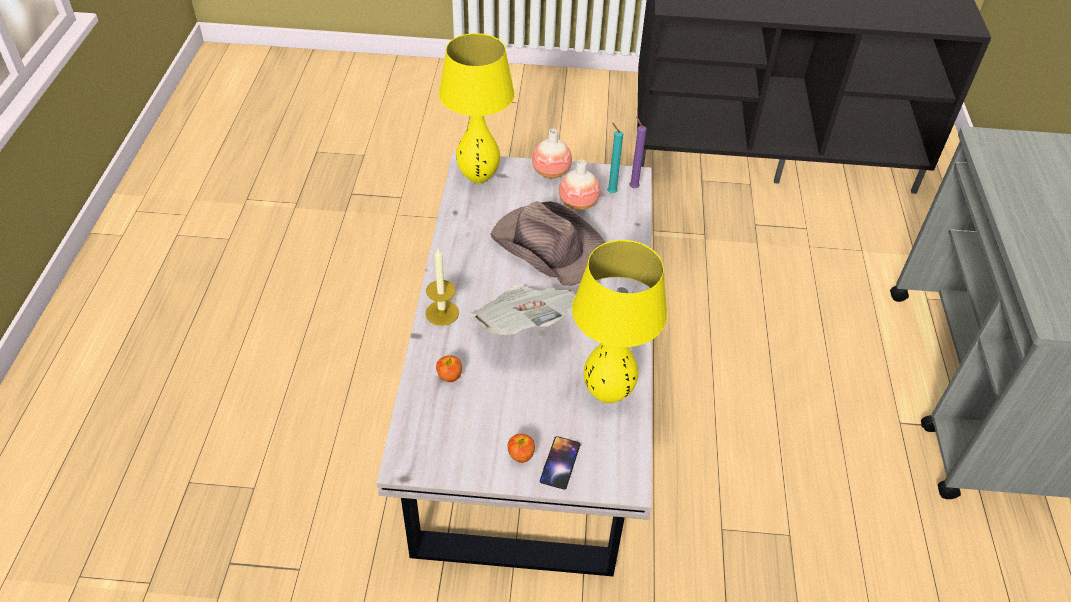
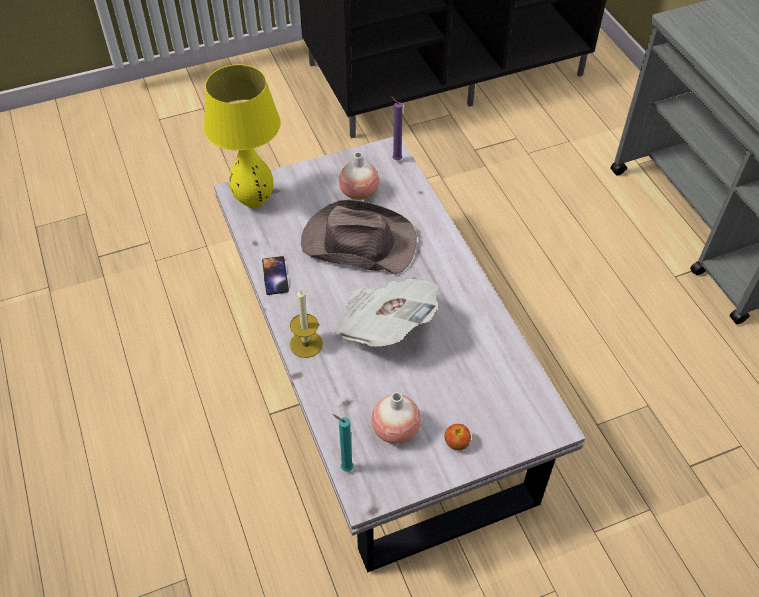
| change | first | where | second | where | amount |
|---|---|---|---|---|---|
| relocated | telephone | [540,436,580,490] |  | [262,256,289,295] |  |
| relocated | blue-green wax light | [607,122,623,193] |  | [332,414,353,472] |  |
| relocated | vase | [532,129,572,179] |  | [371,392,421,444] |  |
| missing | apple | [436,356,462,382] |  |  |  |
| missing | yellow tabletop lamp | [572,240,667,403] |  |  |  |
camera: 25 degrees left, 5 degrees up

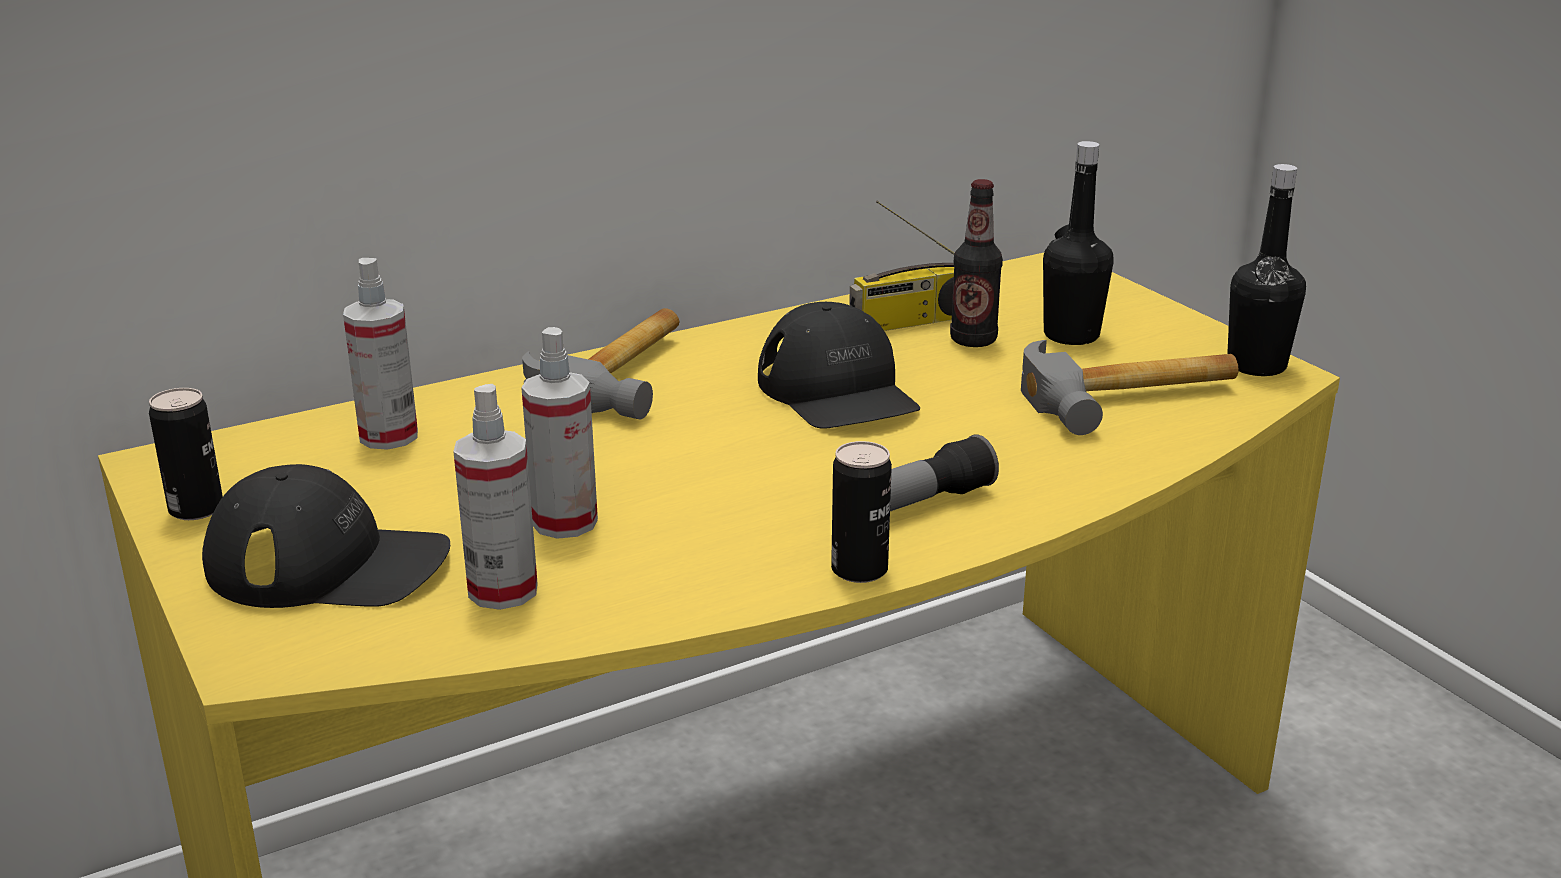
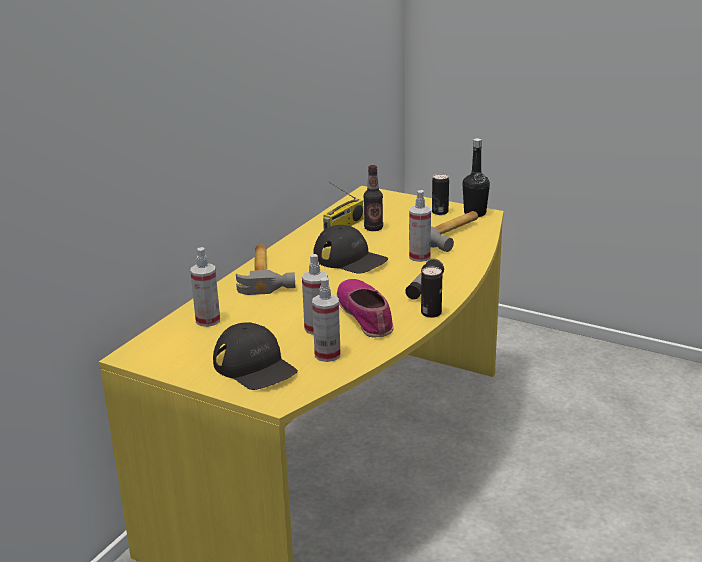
| change | first | where | second | where | amount |
|---|---|---|---|---|---|
| spun | black cap | [202,464,450,608] |  | [213,322,298,390] | 75 degrees clockwise |
| appeared |  |  | shoe | [337,279,394,337] |  |
| appeared |  |  | spray bottle | [409,190,431,262] |  |
| relocated | sealed can | [149,388,223,520] |  | [432,174,449,215] |  |
| missing | black beverage bottle | [1043,141,1113,345] |  |  |  |
camera: 30 degrees left, 0 degrees up

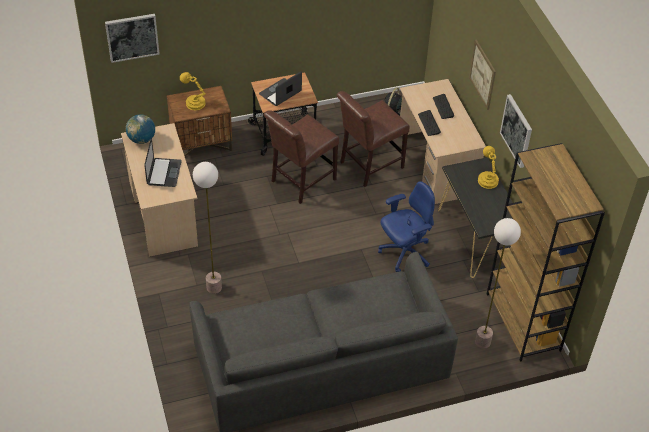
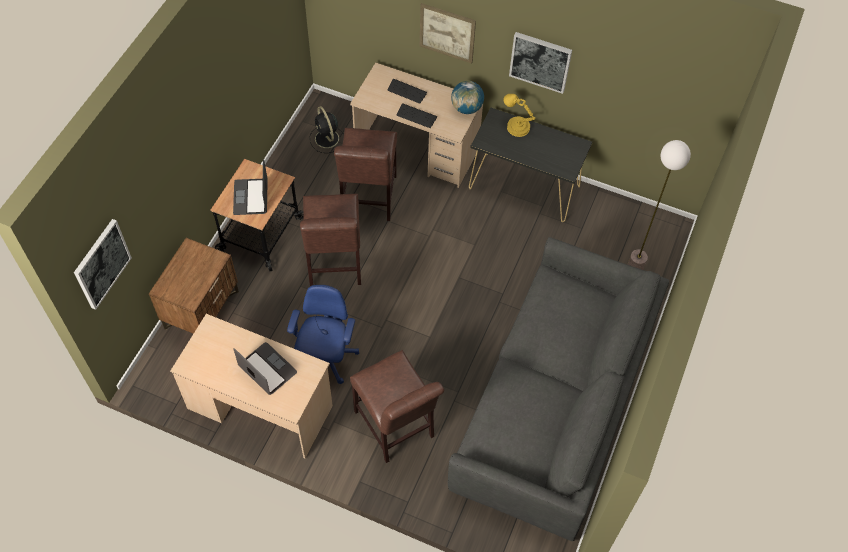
| change | first | where | second | where | amount |
|---|---|---|---|---|---|
| relocated | blue computer chair | [378,182,435,272] |  | [287,285,359,384] |  |
| exchanged | standing lamp | [193,162,222,294] | brown plain chair | [350,350,444,463] |  |
| relocated | globe | [126,114,155,144] |  | [451,81,484,114] |  |
| missing | yellow tabletop lamp | [180,72,206,110] |  |  |  |
| missing | brown bookshelf | [487,143,605,362] |  |  |  |
camera: 50 degrees left, 10 degrees up

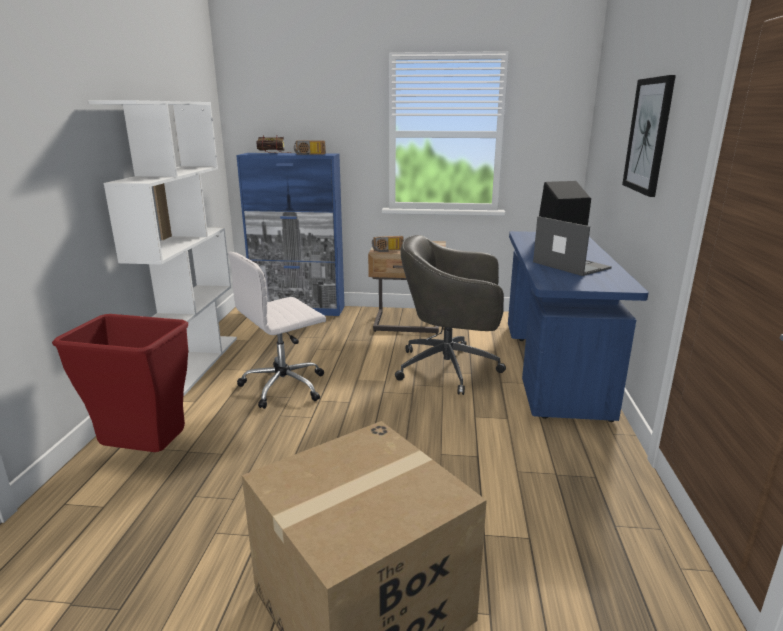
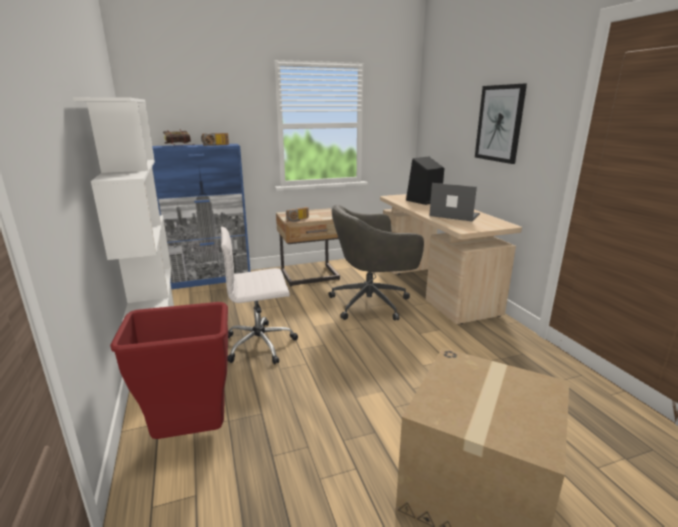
| change | first | where | second | where | amount |
|---|---|---|---|---|---|
| spun | white computer chair | [228,252,326,409] |  | [221,226,298,365] | 45 degrees clockwise |
| colour | blue desk table | [508,231,649,422] | sand-coloured desk table | [380,194,522,324] |  |
camera: 25 degrees left, 0 degrees up

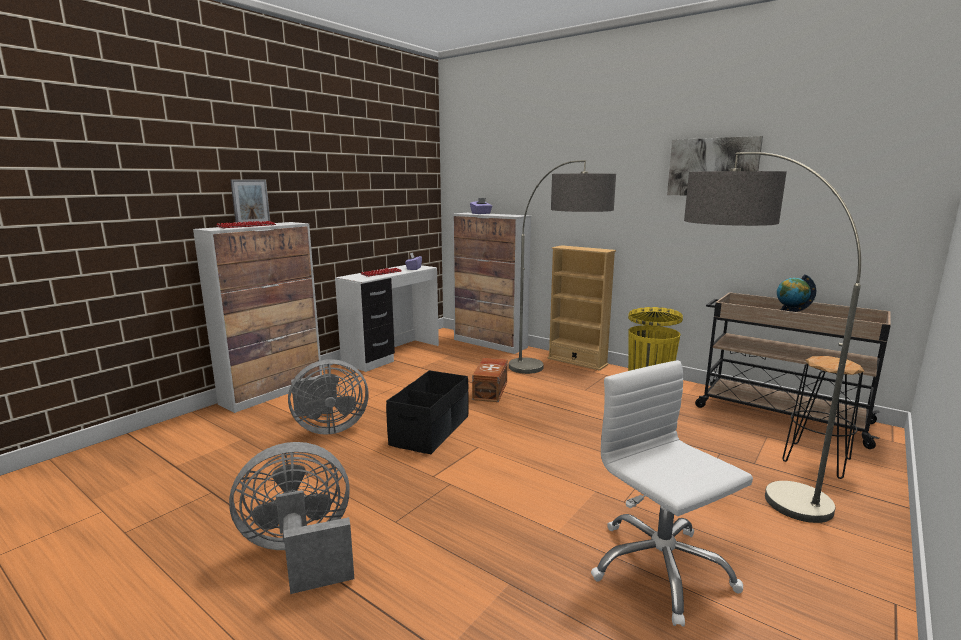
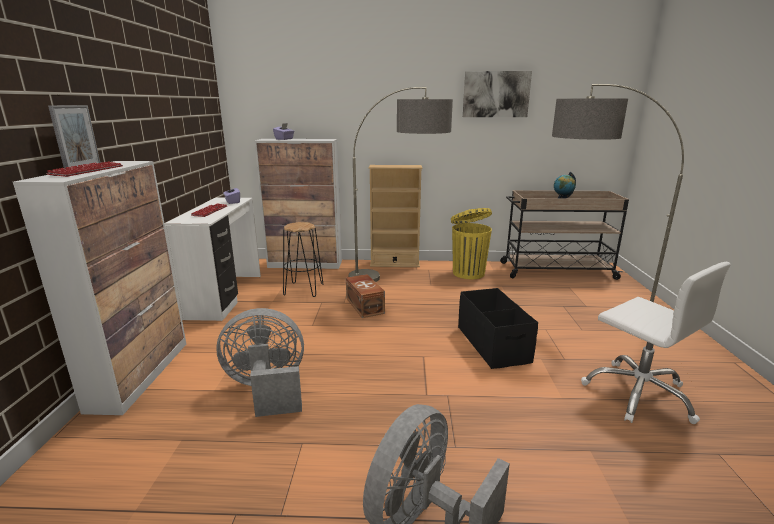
| change | first | where | second | where | amount |
|---|---|---|---|---|---|
| spun | grey fan | [288,359,369,435] |  | [216,308,304,417] | 135 degrees counterclockwise |
| relocated | black stool seat | [782,356,865,479] |  | [283,222,323,297] |  |
| relocated | black storage box | [386,370,469,454] |  | [458,288,538,369] |  |
| spun | white computer chair | [591,360,753,627] |  | [581,262,731,424] | 150 degrees counterclockwise |
camera: 35 degrees left, 5 degrees up

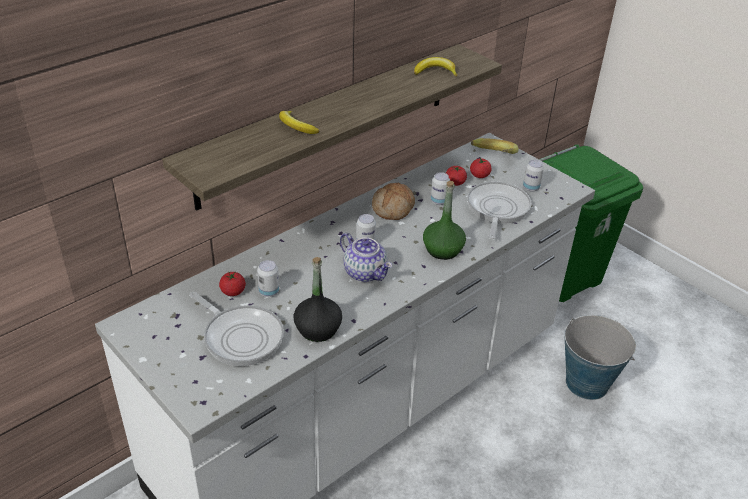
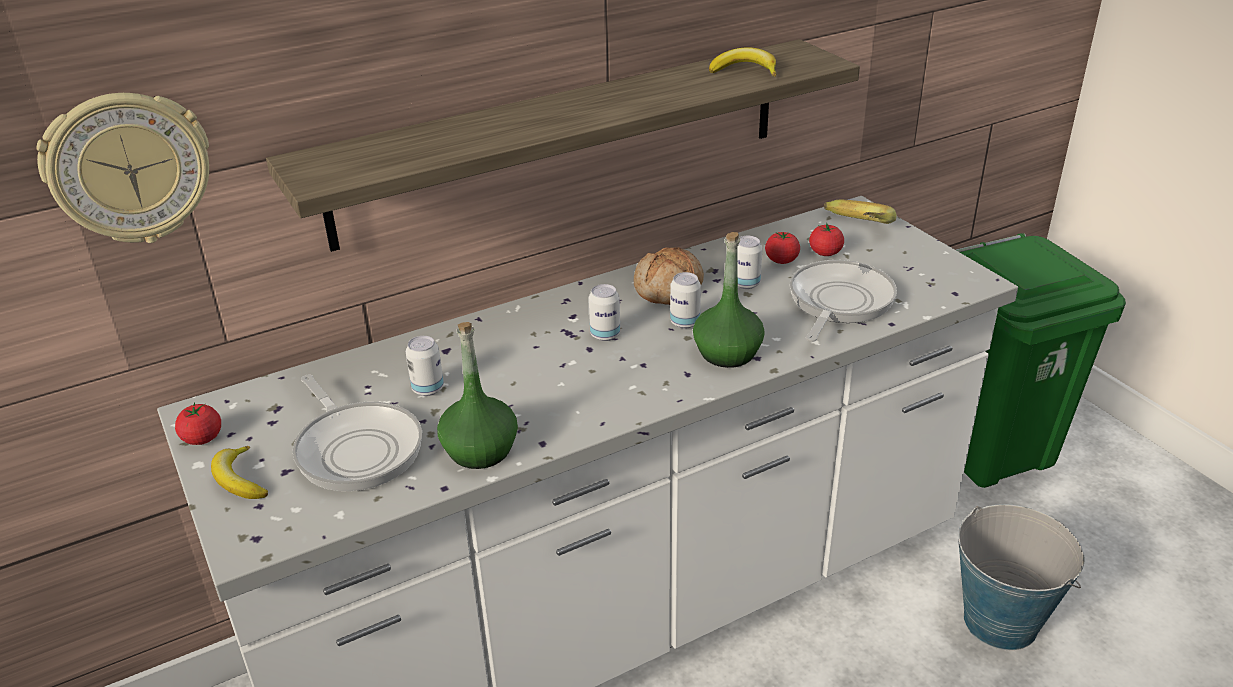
| change | first | where | second | where | amount |
|---|---|---|---|---|---|
| appeared |  |  | clock on the wall | [36,93,209,243] |  |
| relocated | whole tomato | [219,271,246,296] |  | [175,402,221,445] |  |
| relocated | whole banana | [279,111,319,134] |  | [211,446,268,499] |  |
| colour | black beverage bottle | [293,257,342,342] | greenish beverage bottle | [437,322,518,469] |  |
| relocated | sealed can | [523,160,544,192] |  | [670,272,701,329] |  |
| missing | teapot | [340,233,392,282] |  |  |  |
camera: 15 degrees right, 5 degrees down

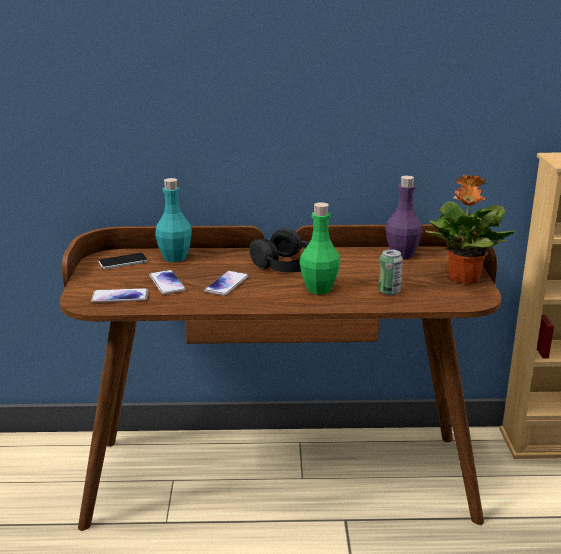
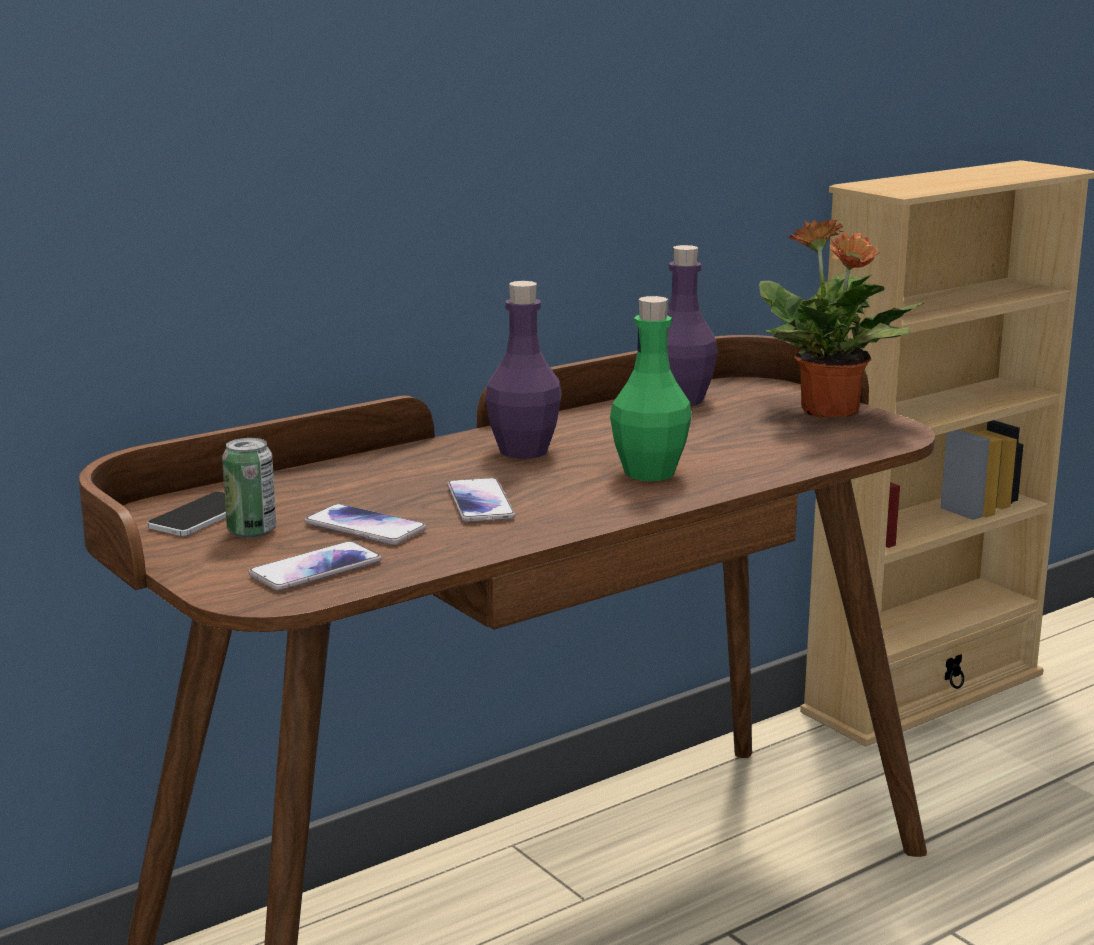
| change | first | where | second | where | amount |
|---|---|---|---|---|---|
| relocated | sealed can | [378,249,403,295] |  | [222,438,276,538] |  |
| exchanged | black headphones | [249,228,310,272] | purple beverage bottle | [485,281,562,459] |  |
| missing | blue-green beverage bottle | [155,178,192,262] |  |  |  |
camera: 35 degrees left, 5 degrees down

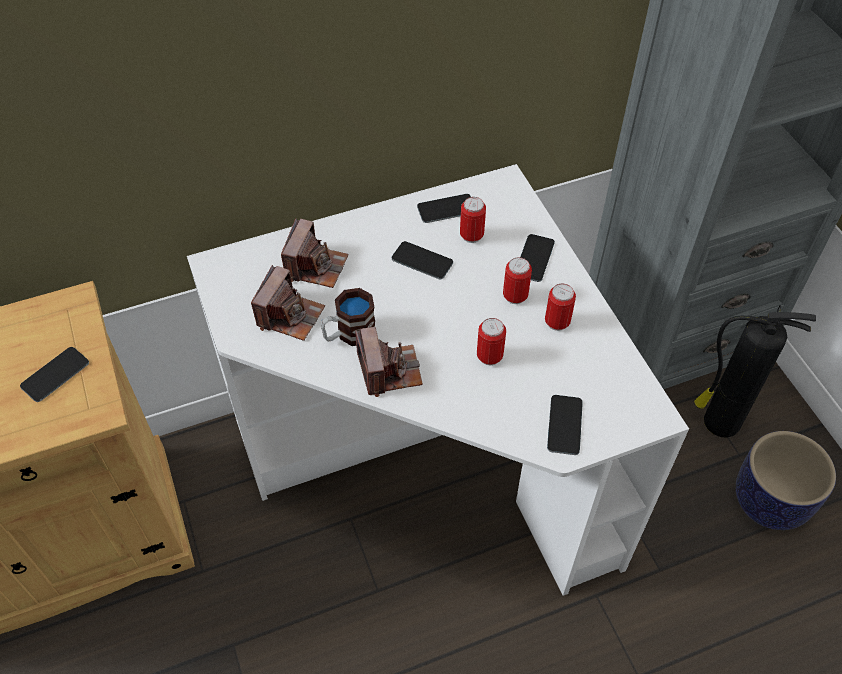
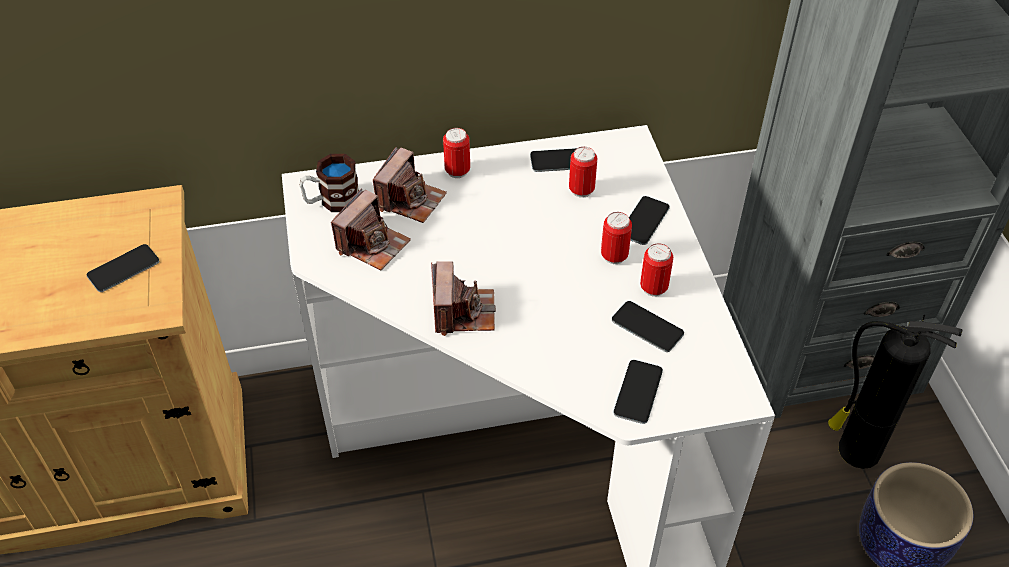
| change | first | where | second | where | amount |
|---|---|---|---|---|---|
| relocated | mug | [320,288,375,346] |  | [299,154,359,212] |  |
| relocated | sealed can | [477,318,506,365] |  | [443,128,470,178] |  |
| relocated | telephone | [392,241,453,279] |  | [612,301,684,352] |  |
camera: 10 degrees right, 5 degrees down

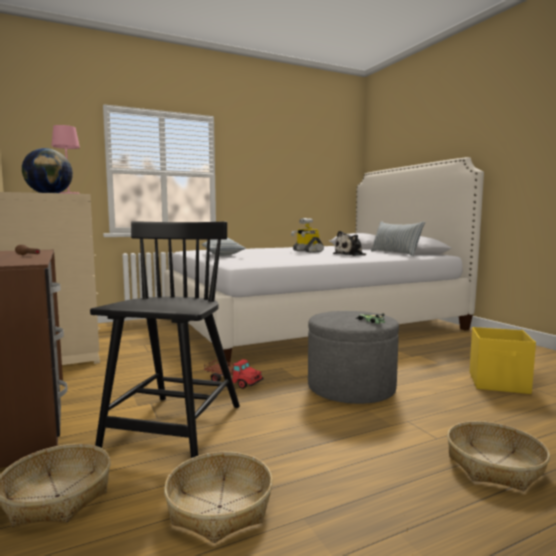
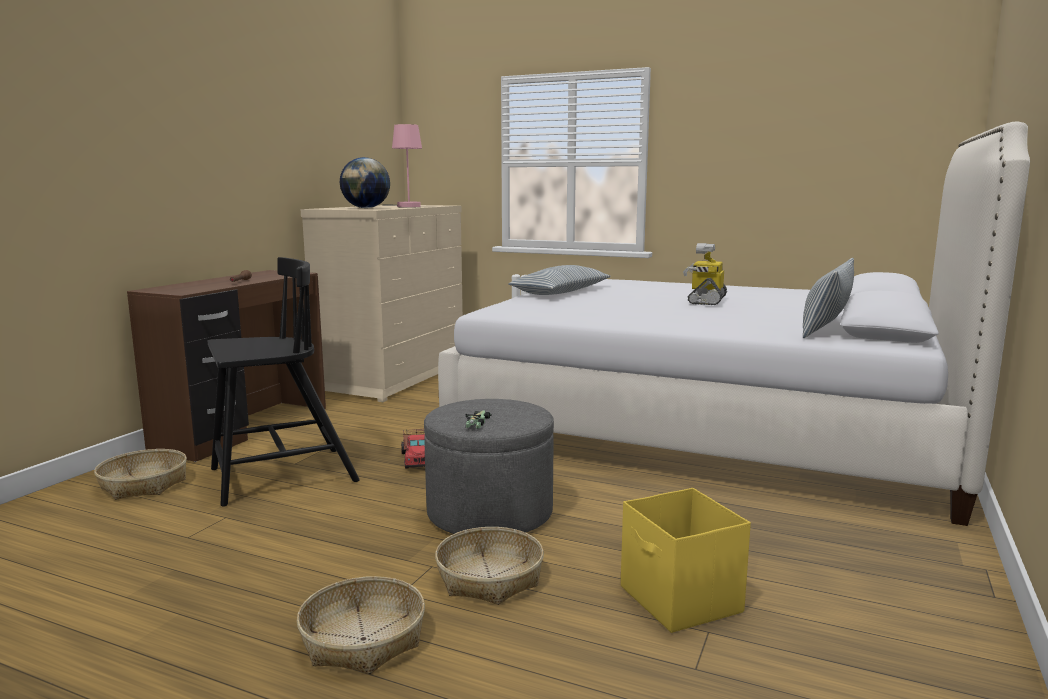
| change | first | where | second | where | amount |
|---|---|---|---|---|---|
| relocated | household basket | [164,452,273,543] |  | [435,527,544,605] |  |
| missing | plush toy | [333,231,366,256] |  |  |  |
camera: 50 degrees right, 5 degrees up

